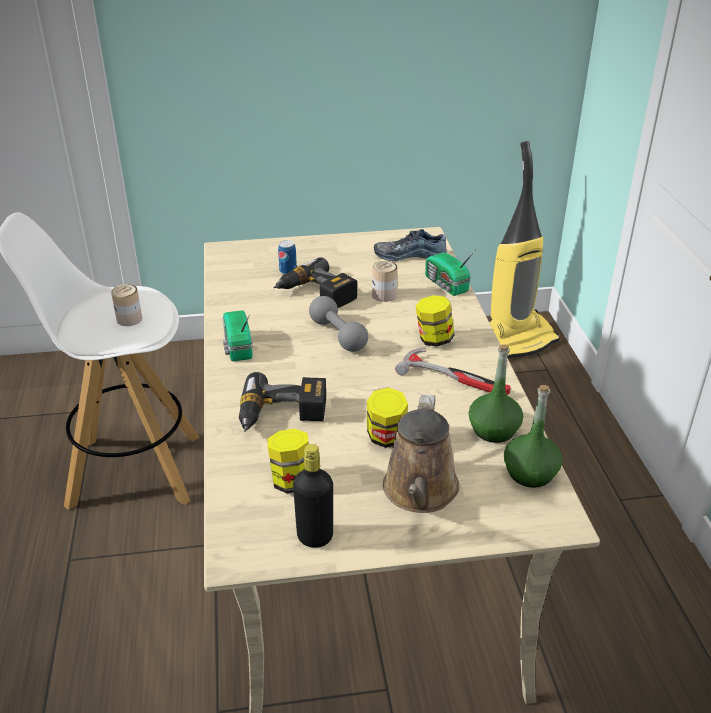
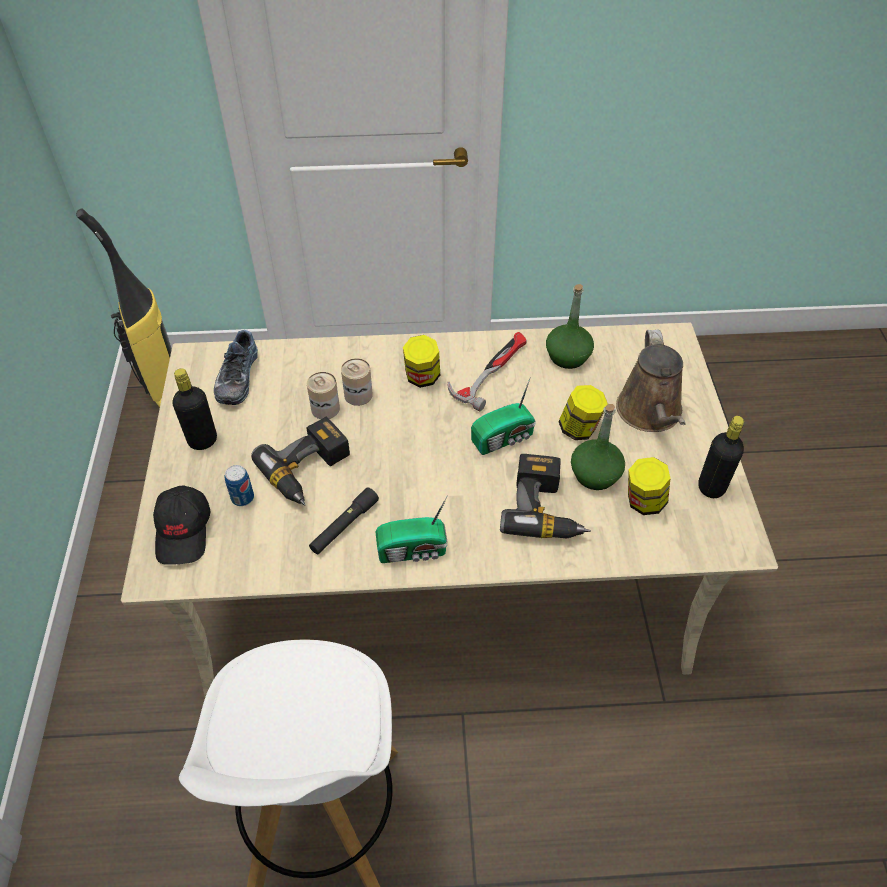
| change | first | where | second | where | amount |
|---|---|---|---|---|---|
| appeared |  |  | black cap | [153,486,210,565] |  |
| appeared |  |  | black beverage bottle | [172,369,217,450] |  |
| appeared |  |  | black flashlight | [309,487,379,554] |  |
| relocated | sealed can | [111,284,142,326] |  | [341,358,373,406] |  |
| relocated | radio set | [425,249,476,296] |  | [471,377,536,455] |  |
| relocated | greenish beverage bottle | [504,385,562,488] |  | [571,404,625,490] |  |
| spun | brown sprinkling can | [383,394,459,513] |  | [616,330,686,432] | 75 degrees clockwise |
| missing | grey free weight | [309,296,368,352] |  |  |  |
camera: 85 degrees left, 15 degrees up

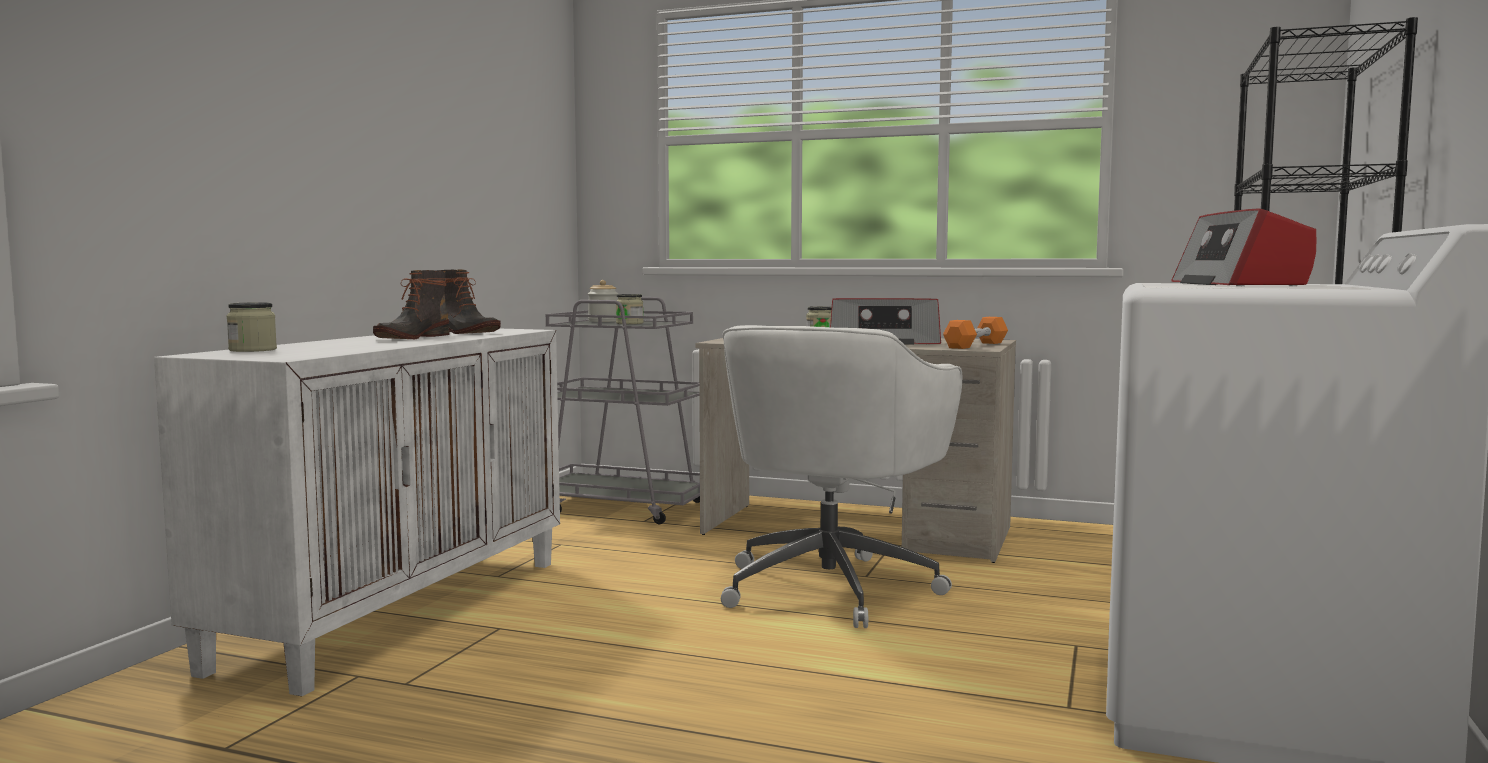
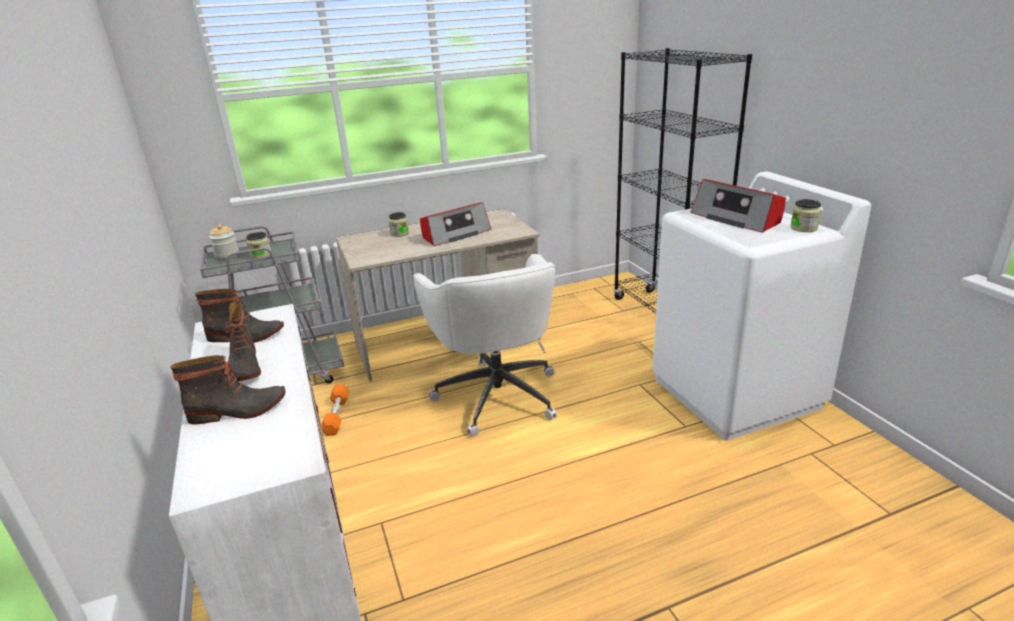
| change | first | where | second | where | amount |
|---|---|---|---|---|---|
| appeared |  |  | tall boot | [171,355,286,424] |  |
| relocated | orange-coloured free weight | [943,317,1008,349] |  | [321,384,349,436] |  |
| relocated | jar | [227,302,277,352] |  | [790,199,821,232] |  |
camera: 40 degrees left, 20 degrees up

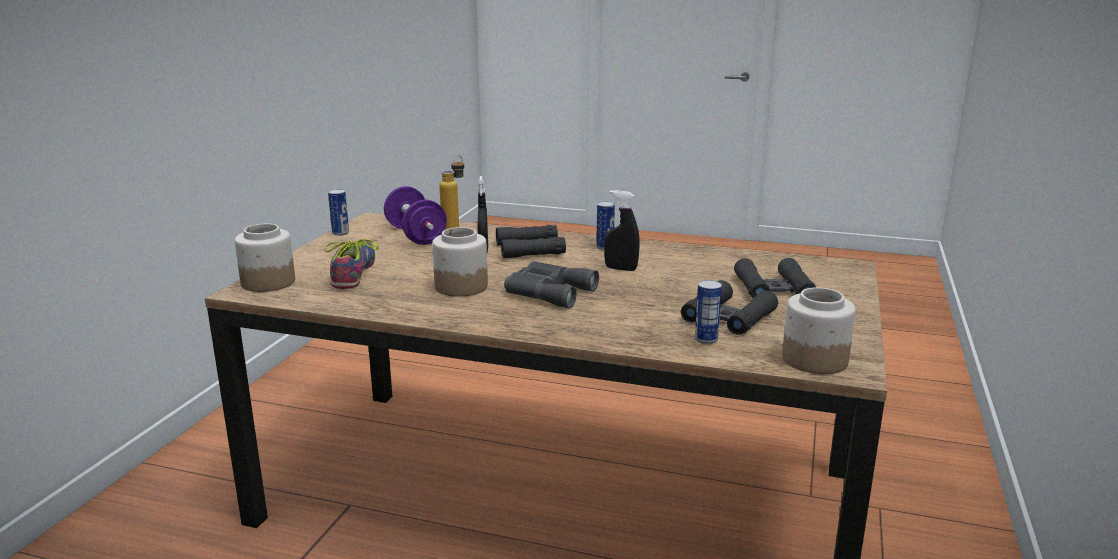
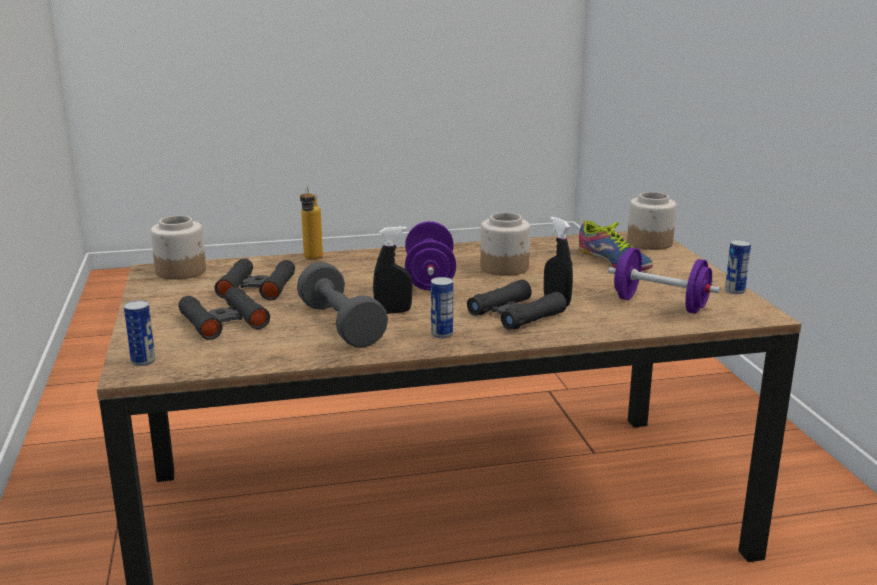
| change | first | where | second | where | amount |
|---|---|---|---|---|---|
| relocated | sealed can | [695,280,722,344] |  | [124,300,155,366] |  |
| appeared |  |  | grey free weight | [297,262,388,347] |  |
| relocated | beverage bottle | [439,155,464,230] |  | [300,186,323,259] |  |
| exchanged | grey binoculars | [504,261,599,308] | purple free weight | [405,221,456,291] |  |
camera: 150 degrees right, 0 degrees up

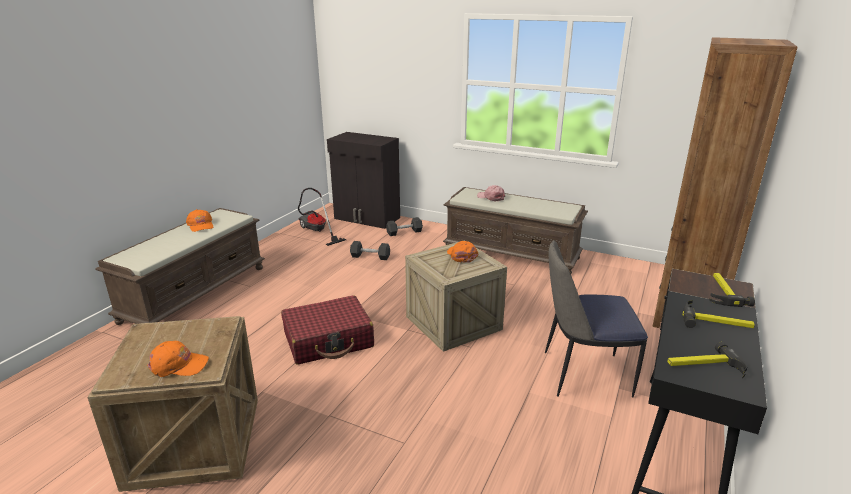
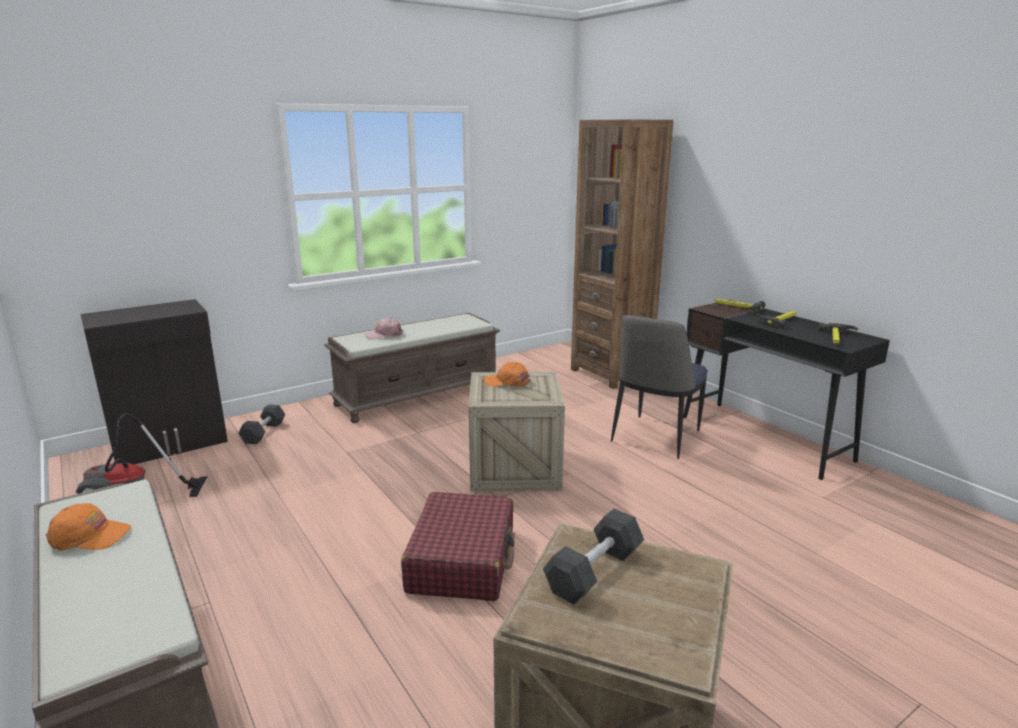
| change | first | where | second | where | amount |
|---|---|---|---|---|---|
| relocated | black free weight | [350,241,390,260] |  | [543,509,644,605] |  |
| missing | orange-coloured cap | [147,341,209,377] |  |  |  |
camera: 60 degrees left, 5 degrees down

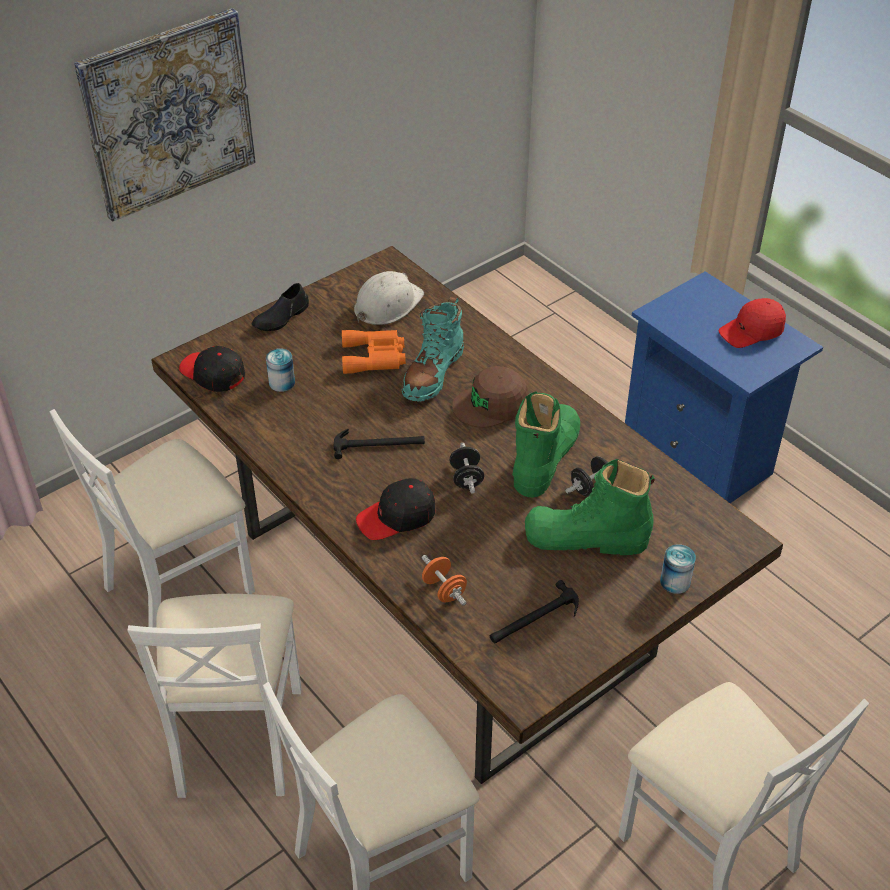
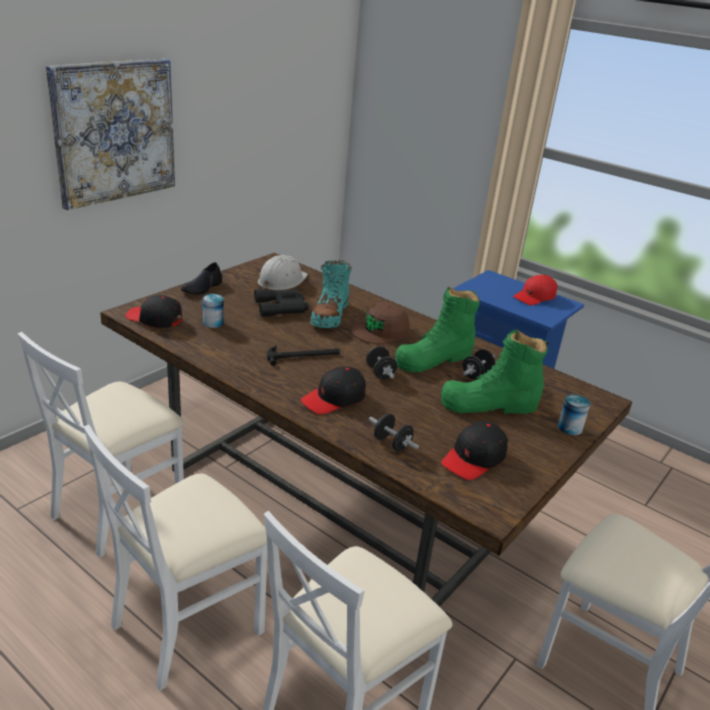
| change | first | where | second | where | amount |
|---|---|---|---|---|---|
| spun | white plain chair | [127,594,301,798] |  | [84,424,267,691] | 60 degrees clockwise |
| colour | orange-coloured binoculars | [342,330,406,374] | black binoculars | [254,289,308,317] |  |
| colour | orange-coloured free weight | [422,555,467,606] | black free weight | [369,414,419,452] |  |
| spun | greenish tall boot | [512,391,580,497] |  | [395,287,480,372] | 135 degrees counterclockwise |
| exchanged | hand hammer | [490,580,579,643] | black cap | [441,421,508,480] |  |
camera: 15 degrees left, 15 degrees down

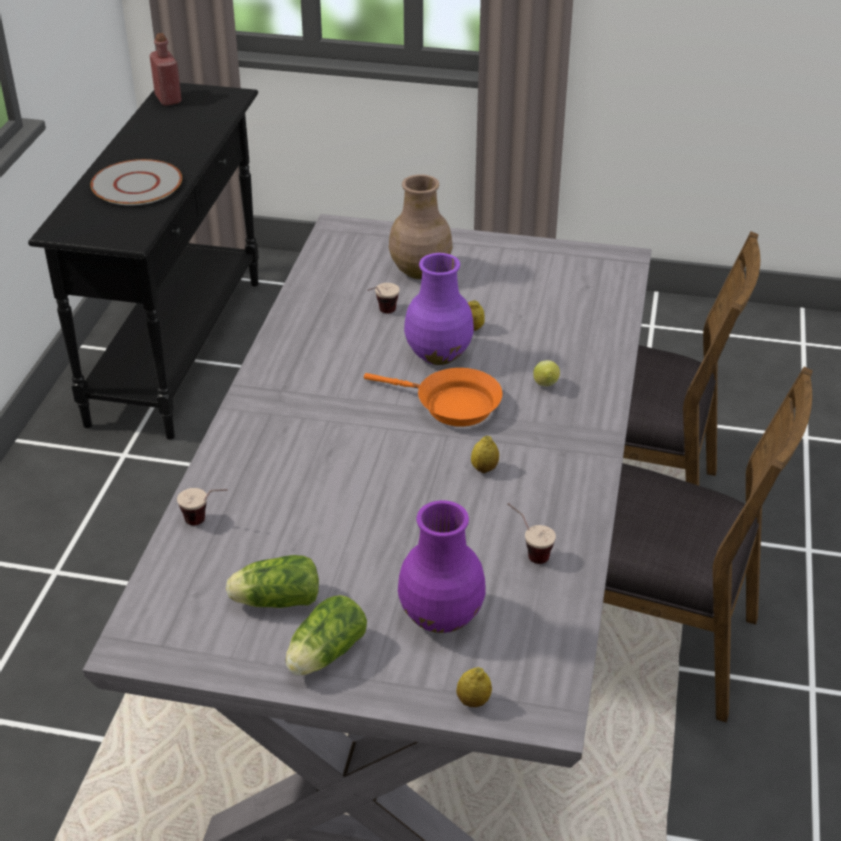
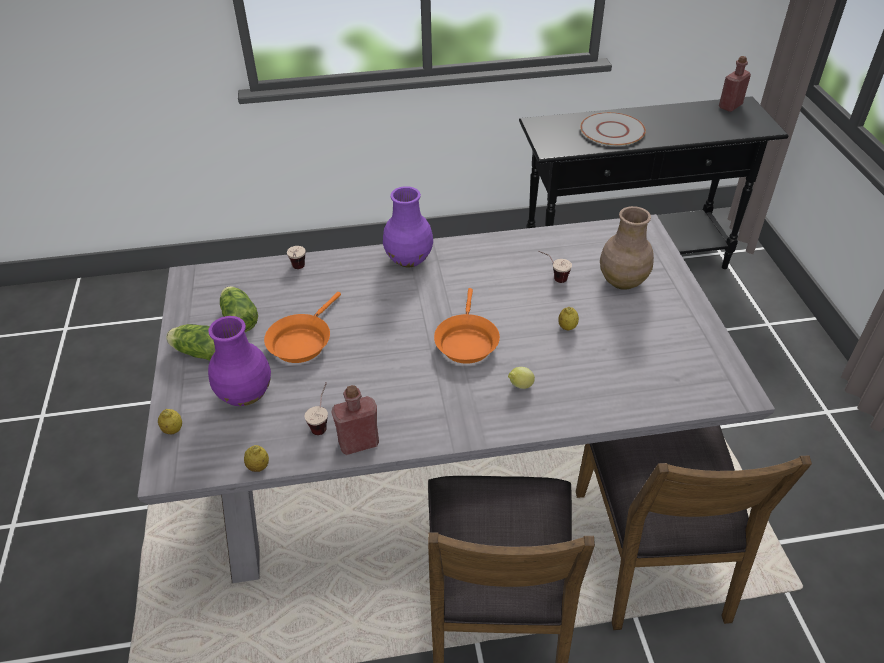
| change | first | where | second | where | amount |
|---|---|---|---|---|---|
| relocated | citrus fruit | [471,436,499,473] |  | [244,445,269,472] |  |
| appeared |  |  | orange-coloured frying pan | [264,292,341,363] |  |
| appeared |  |  | red-coloured beverage bottle | [331,385,379,455] |  |
| relocated | purple vase | [404,253,474,365] |  | [383,186,433,267] |  |
camera: 70 degrees right, 5 degrees up

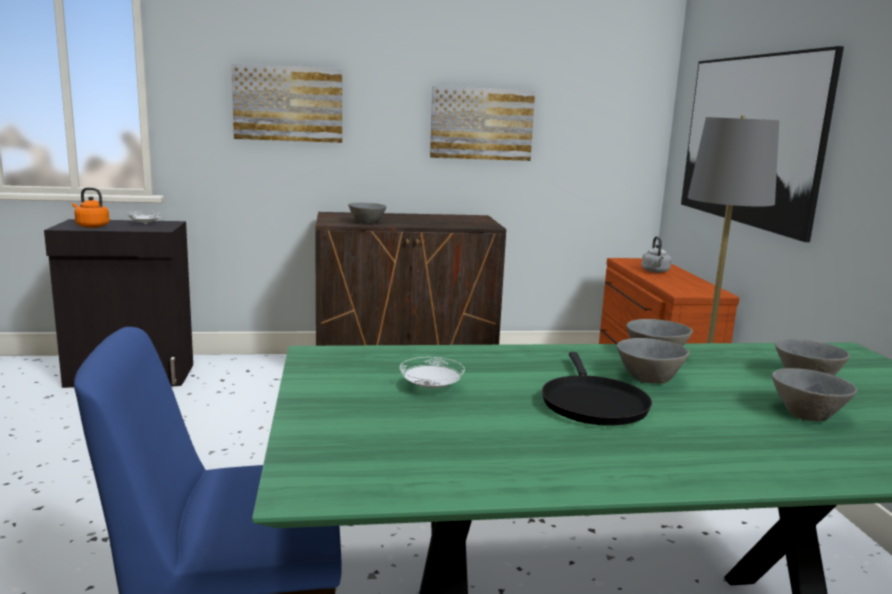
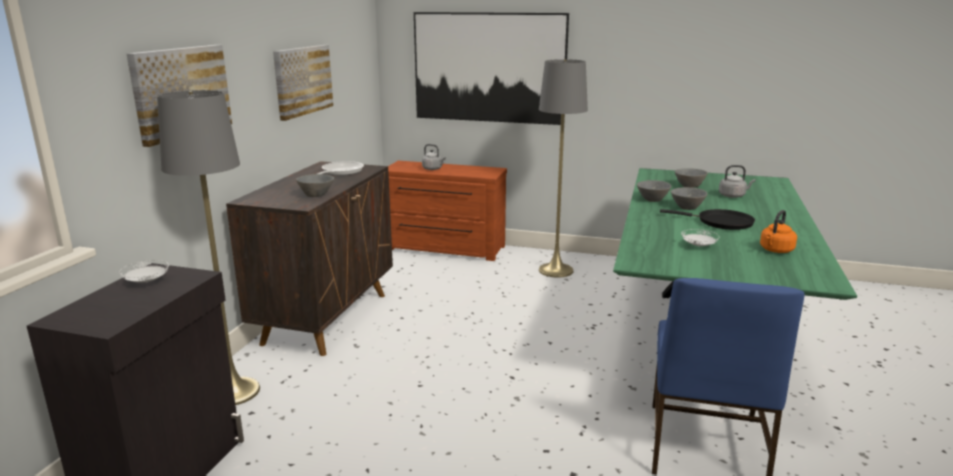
| change | first | where | second | where | amount |
|---|---|---|---|---|---|
| appeared |  |  | grey standing lamp | [157,90,260,405] |  |
| appeared |  |  | frying pan | [317,161,364,175] |  |
| exchanged | grey deep dish | [772,368,857,421] | grey tea kettle | [719,165,755,198] |  |
| relocated | orange-coloured tea kettle | [72,188,110,228] |  | [760,210,797,253] |  |
camera: 65 degrees left, 5 degrees up

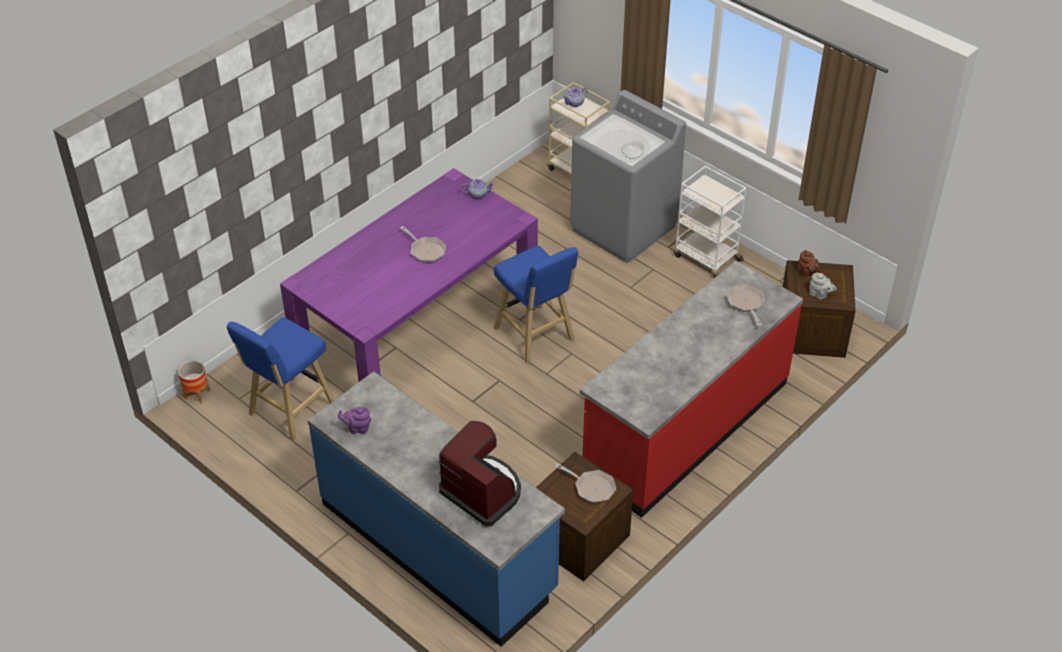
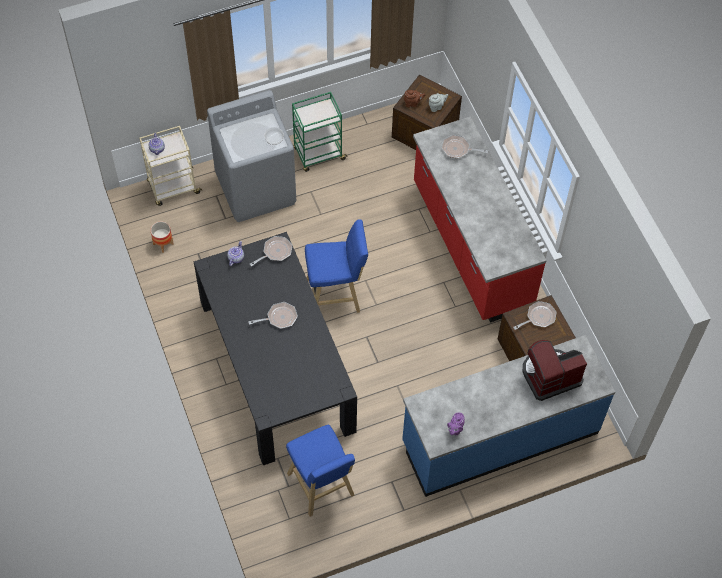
| change | first | where | second | where | amount |
|---|---|---|---|---|---|
| relocated | flower pot | [178,361,210,403] |  | [151,221,174,253] |  |
| colour | purple dinner table | [280,168,538,382] | black dinner table | [194,232,357,465] |  |
| appeared |  |  | frying pan | [250,236,292,266] |  |
| colour | white wheeled cart | [674,166,746,278] | greenish wheeled cart | [292,92,348,172] |  |
camera: 65 degrees left, 15 degrees up

